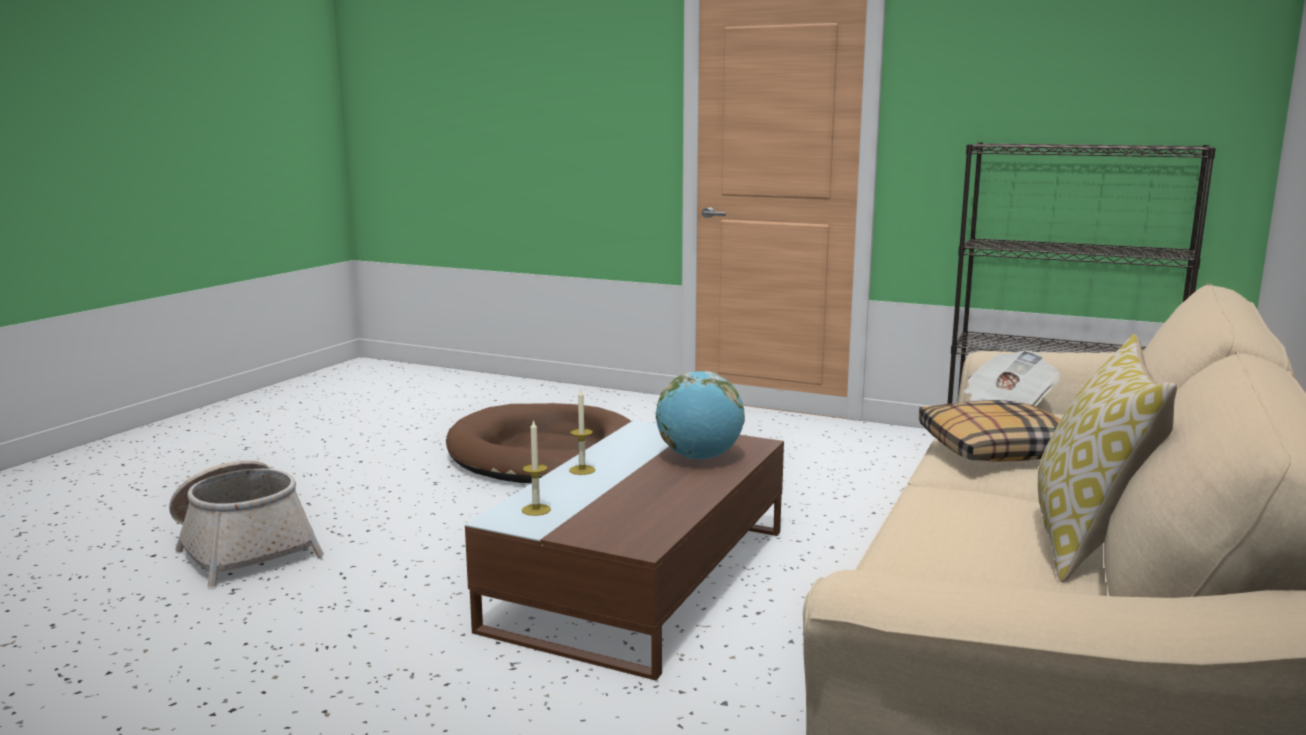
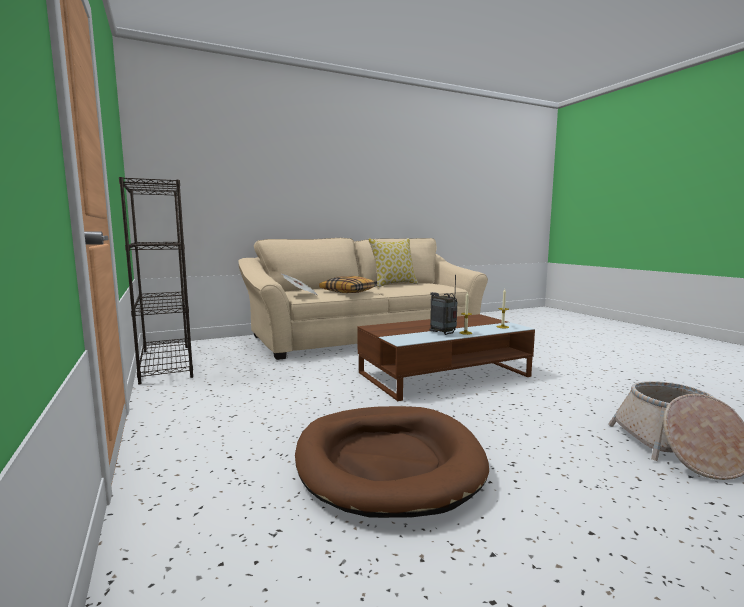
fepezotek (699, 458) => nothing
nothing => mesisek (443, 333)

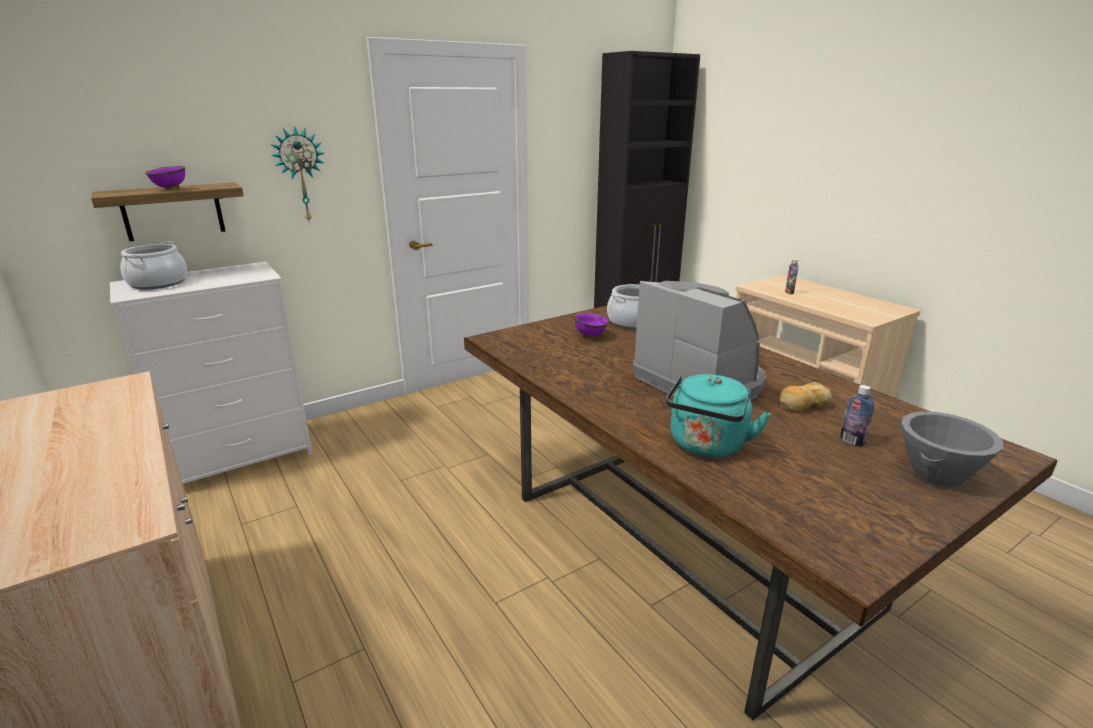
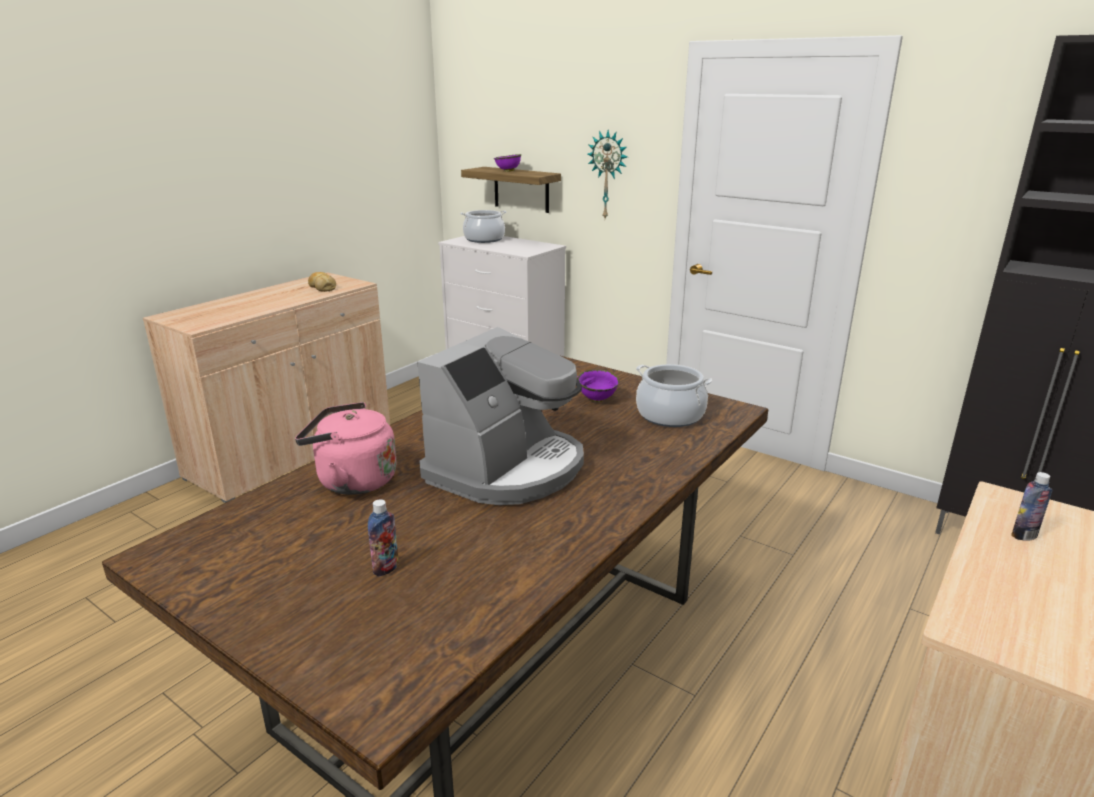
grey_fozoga (938, 475) => nothing
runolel (802, 405) => runolel (322, 287), moved
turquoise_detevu (706, 446) => pink_detevu (352, 481)

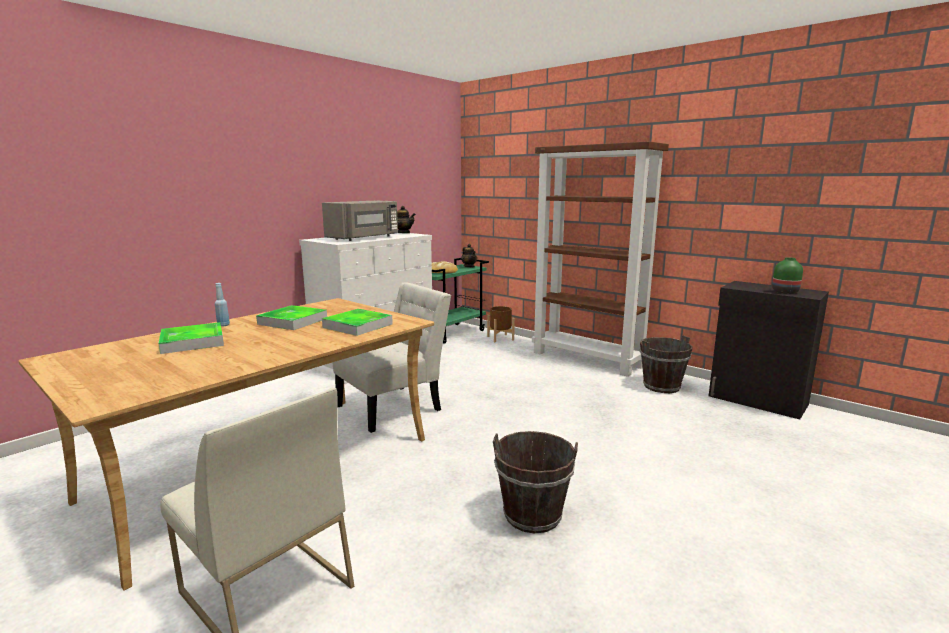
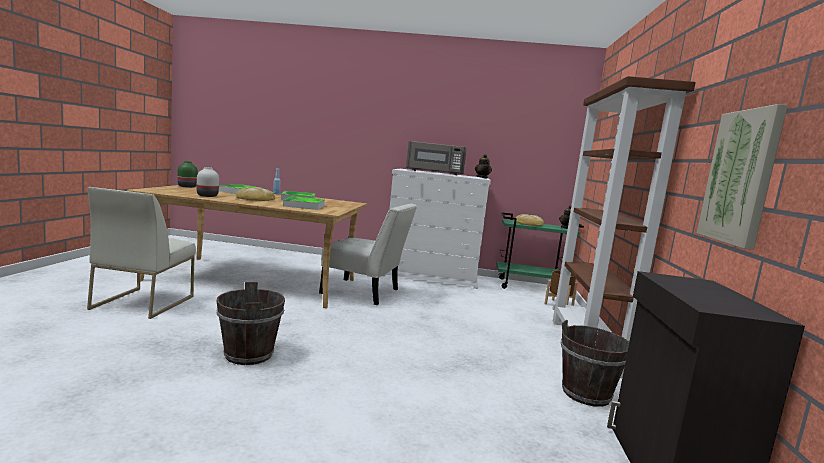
nothing => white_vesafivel (208, 196)
nothing => runolel (255, 198)
nothing => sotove (741, 177)
green_vesafivel (784, 292) => green_vesafivel (187, 186), moved

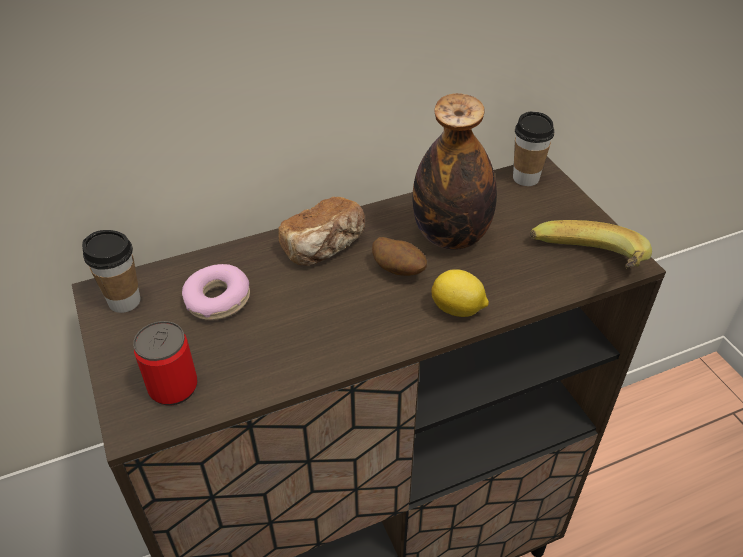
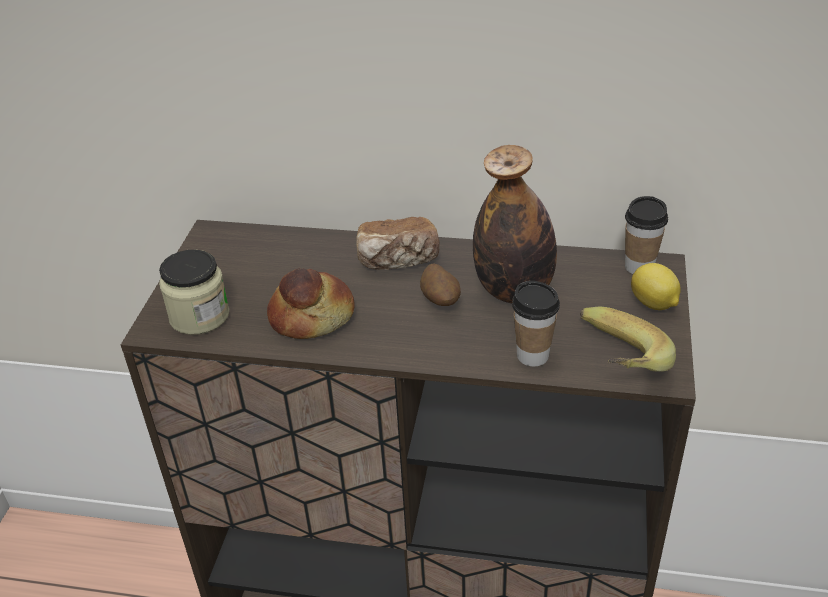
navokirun (217, 300) => nothing
nothing => runolel (312, 317)
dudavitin (124, 301) => dudavitin (532, 355), moved
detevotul (458, 310) => detevotul (653, 304), moved
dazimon (173, 387) => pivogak (199, 316)

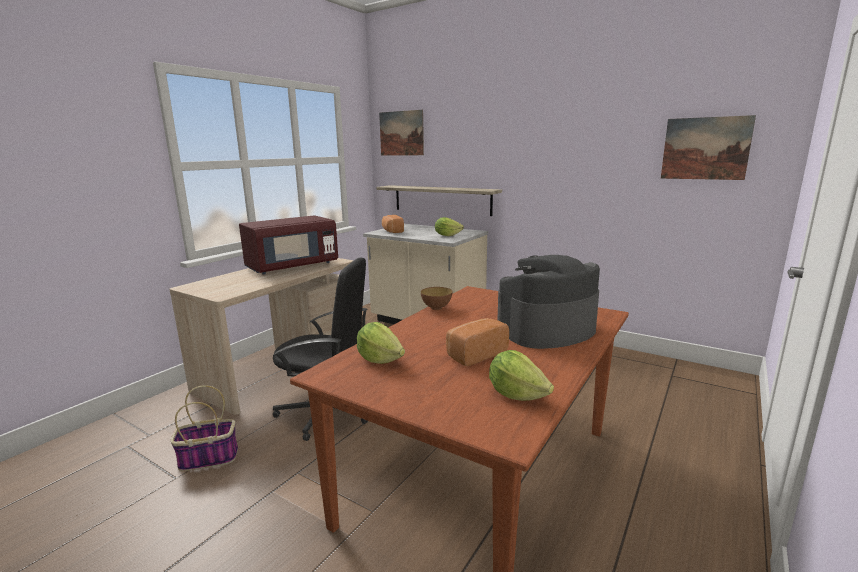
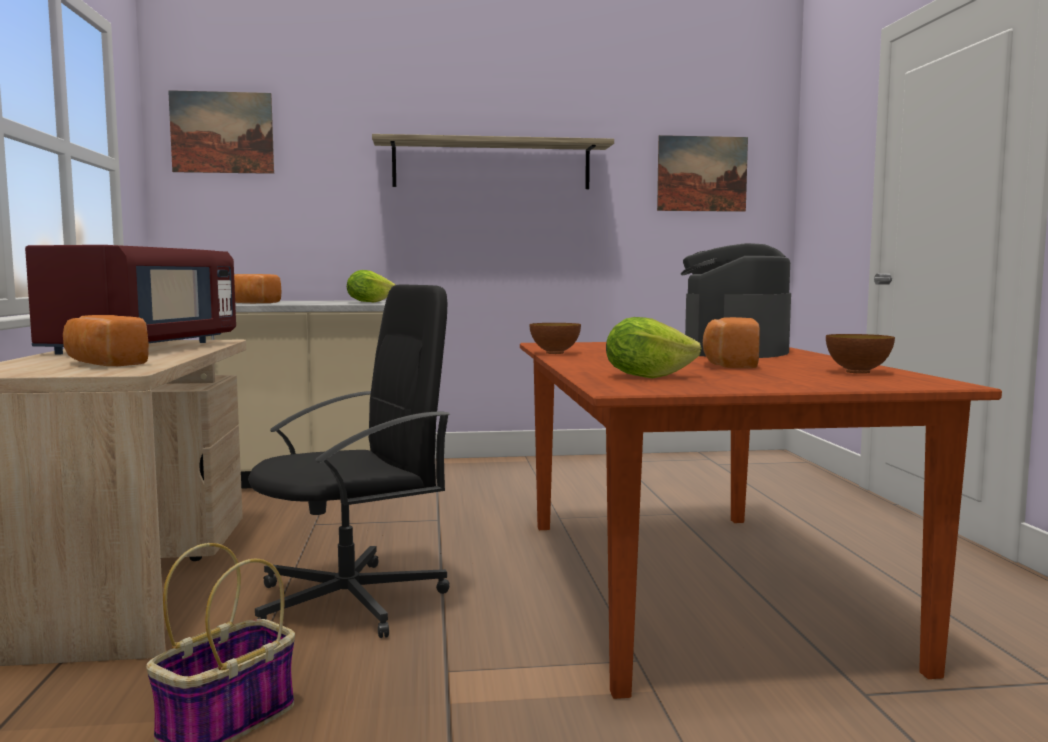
nothing => runolel (103, 364)
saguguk (441, 200) => saguguk (492, 165), moved
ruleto (517, 394) => fozoga (858, 372)

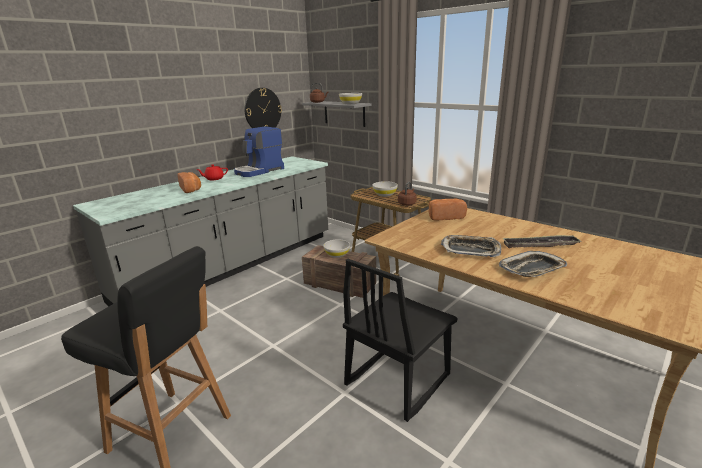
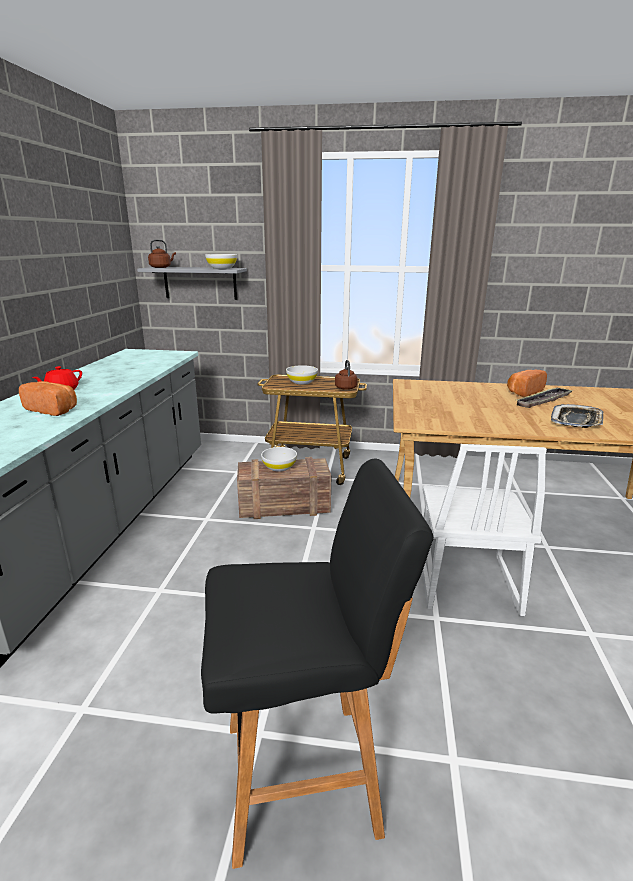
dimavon (259, 171) => nothing
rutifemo (262, 110) => nothing
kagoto (470, 250) => nothing
runolel (445, 217) => runolel (523, 392), moved
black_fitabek (396, 379) => white_fitabek (464, 582)

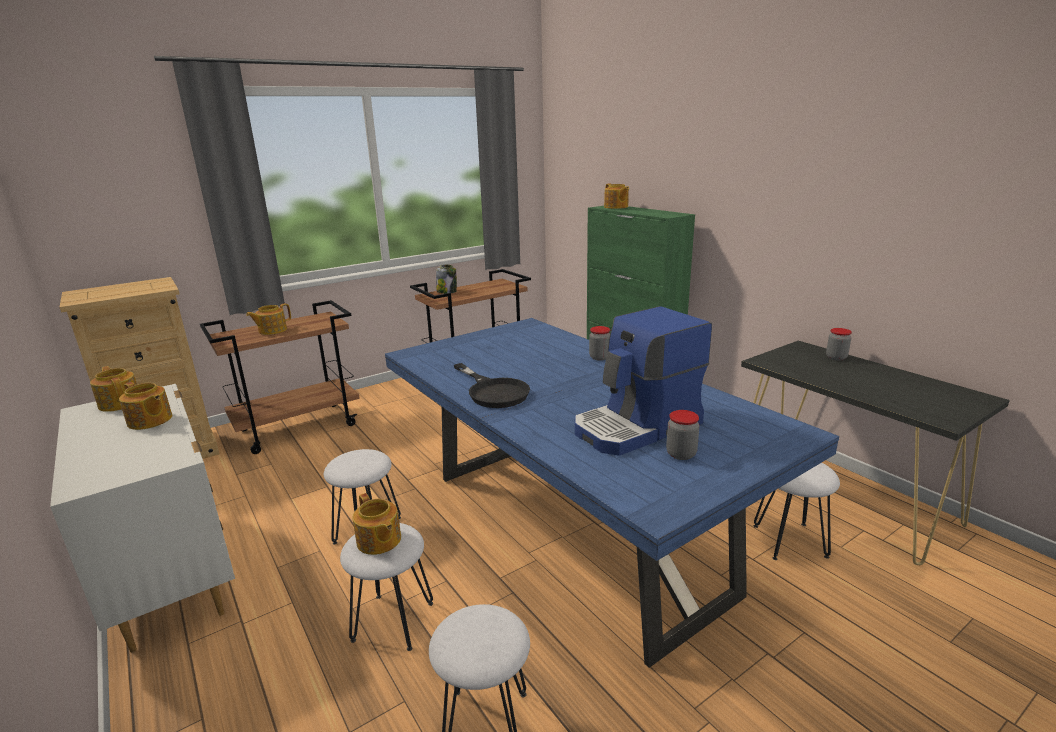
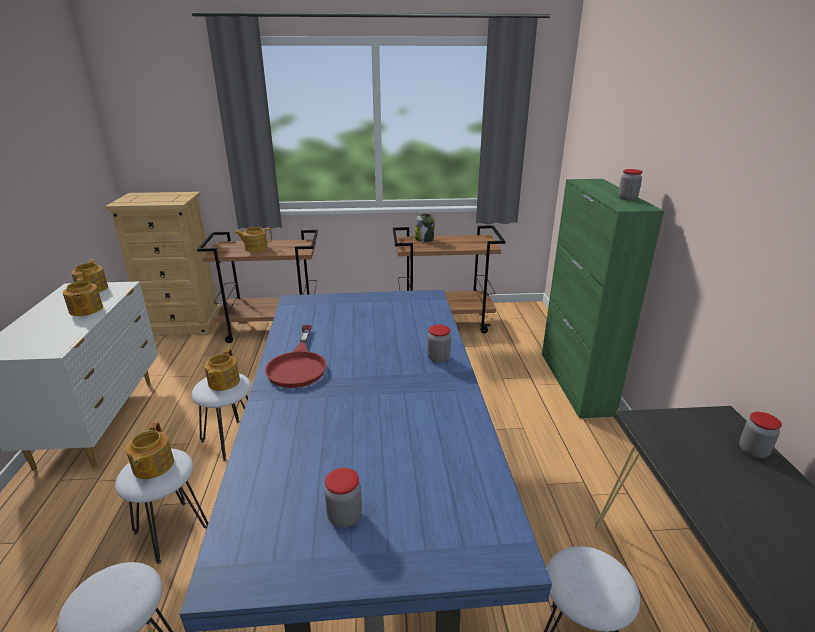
dimavon (638, 427) => nothing
nothing => pivogak (627, 198)
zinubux (616, 207) => zinubux (223, 382), moved
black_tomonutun (493, 391) => red_tomonutun (298, 365)

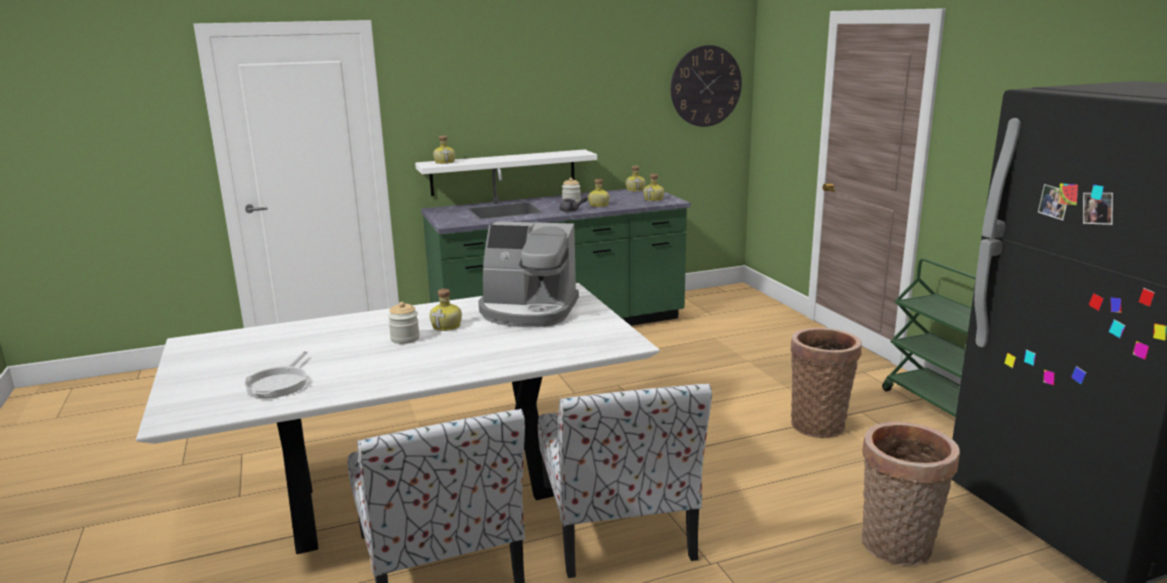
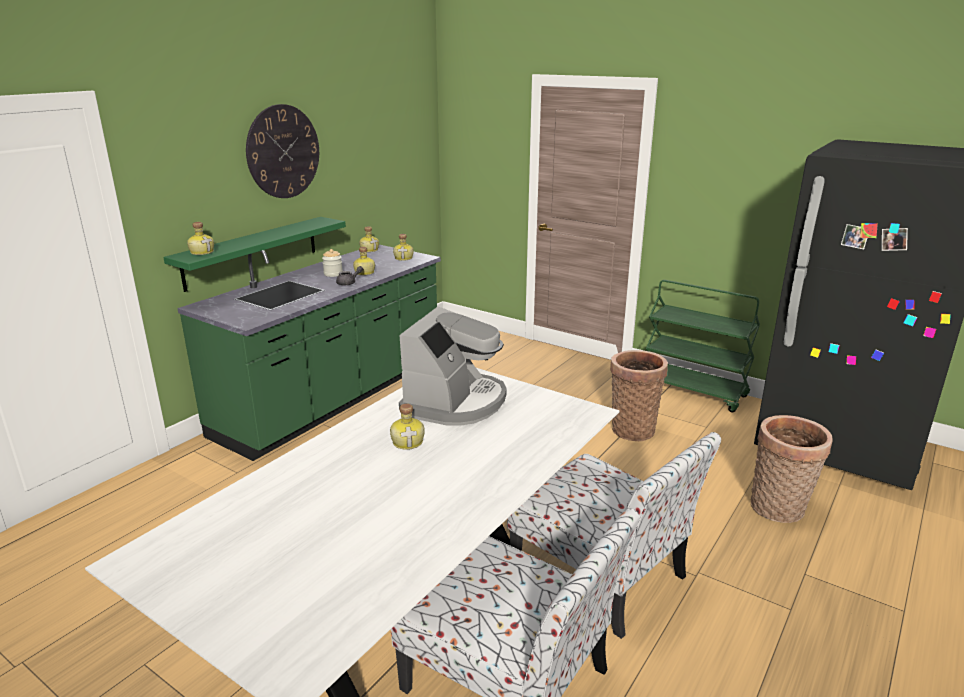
tomonutun (279, 384) => nothing
pivogak (405, 339) => nothing
rutifemo (706, 86) => rutifemo (283, 152), moved
white_saguguk (503, 172) => green_saguguk (252, 252)
dimavon (528, 311) => dimavon (455, 402), 45 degrees counterclockwise

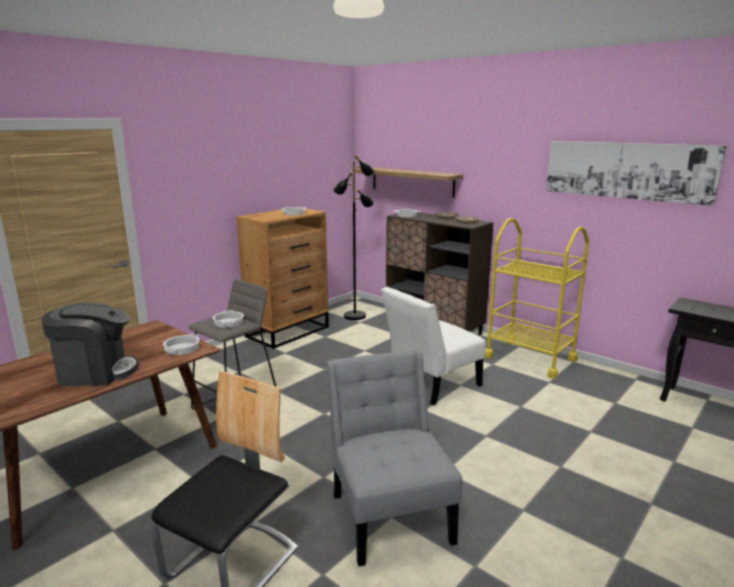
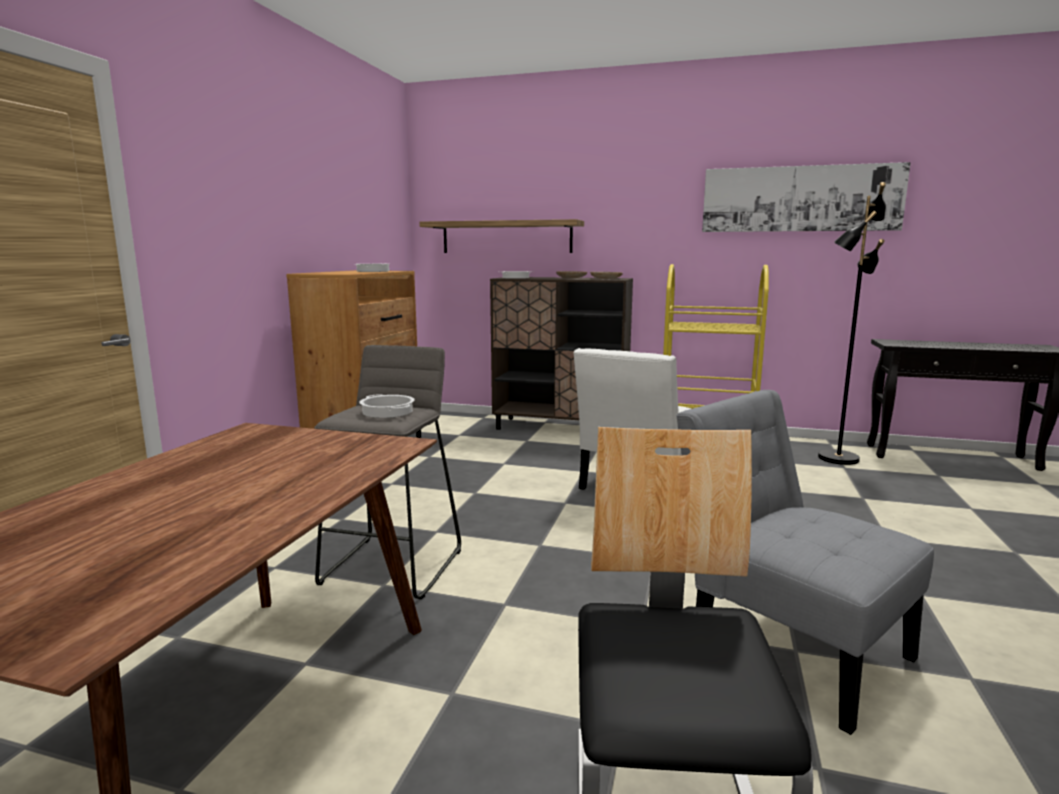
dimavon (96, 372) => nothing
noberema (182, 348) => nothing
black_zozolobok (354, 316) => black_zozolobok (837, 458), moved

